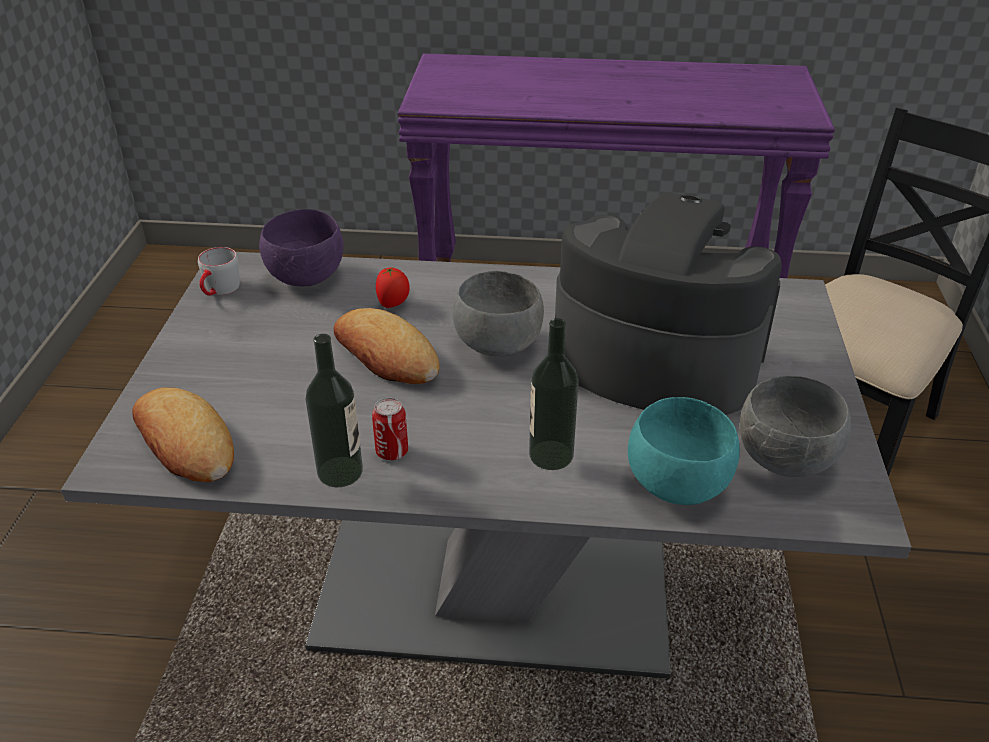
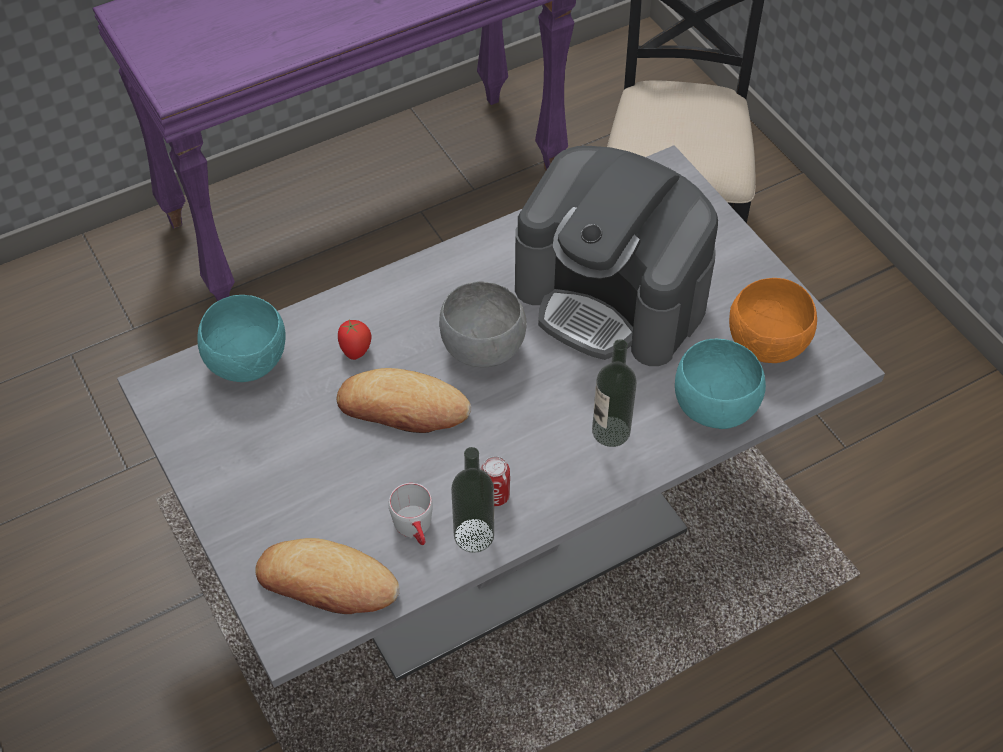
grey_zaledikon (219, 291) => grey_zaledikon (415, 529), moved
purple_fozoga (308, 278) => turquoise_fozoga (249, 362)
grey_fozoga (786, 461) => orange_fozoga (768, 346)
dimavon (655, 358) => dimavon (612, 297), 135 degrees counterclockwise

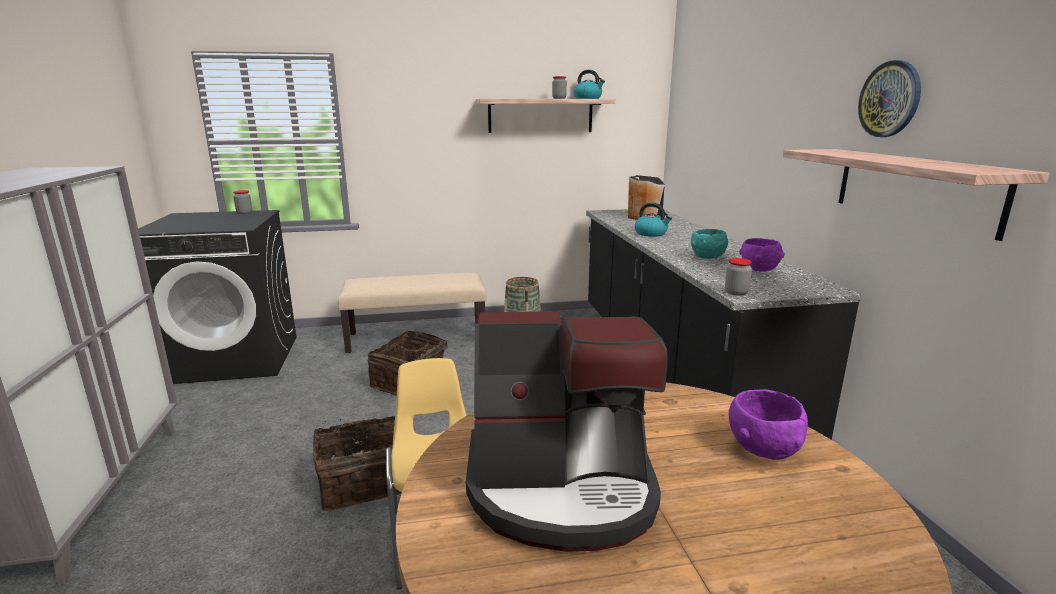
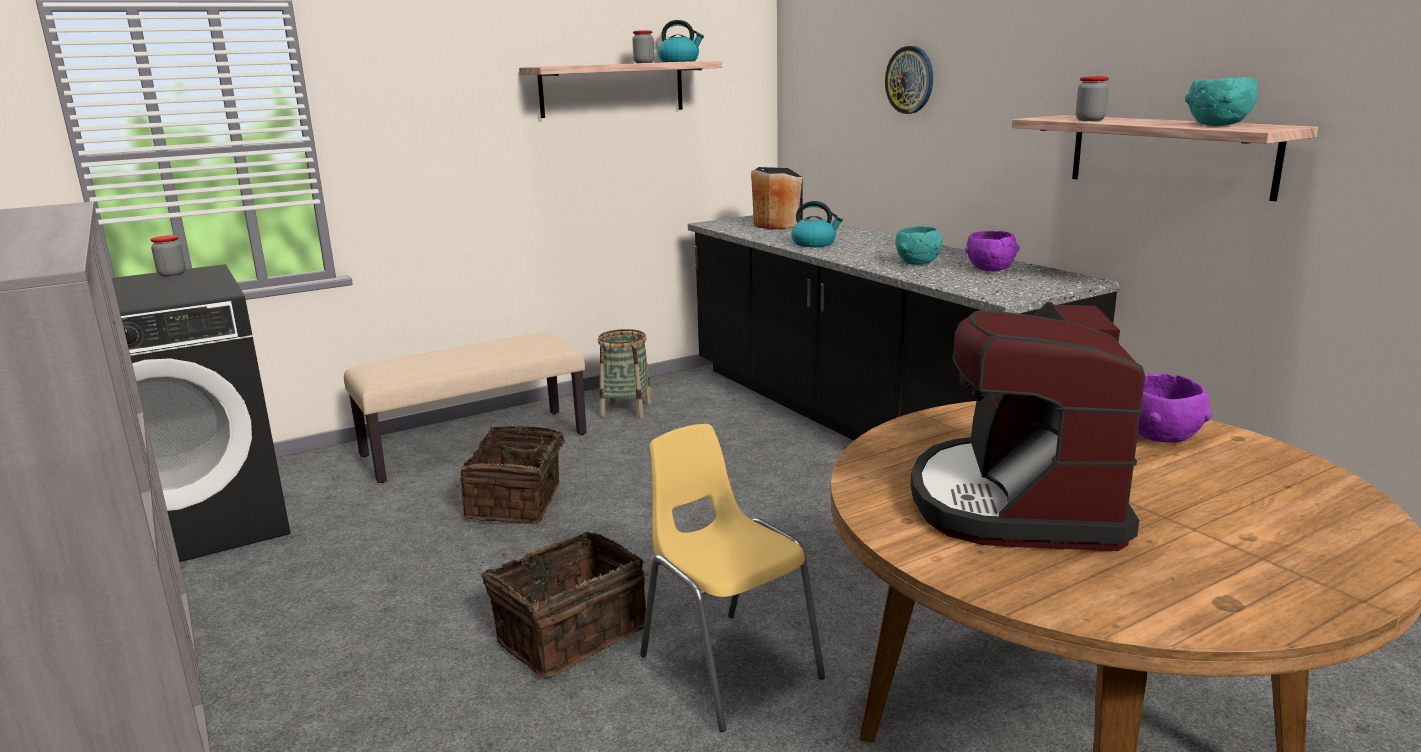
nothing => turquoise_fozoga (1219, 125)
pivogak (736, 292) => pivogak (1090, 120), moved
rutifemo (890, 99) => rutifemo (910, 80), moved
dimavon (562, 486) => dimavon (1017, 503), 120 degrees clockwise

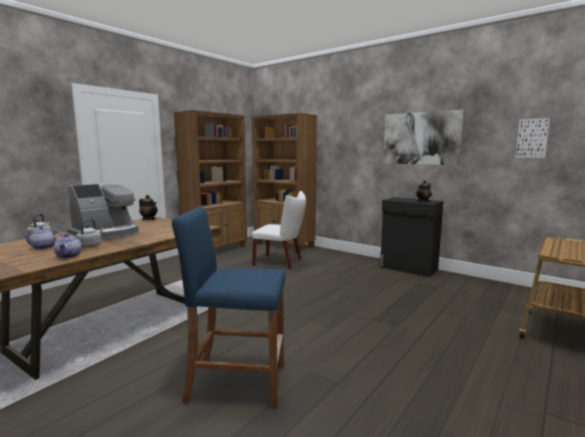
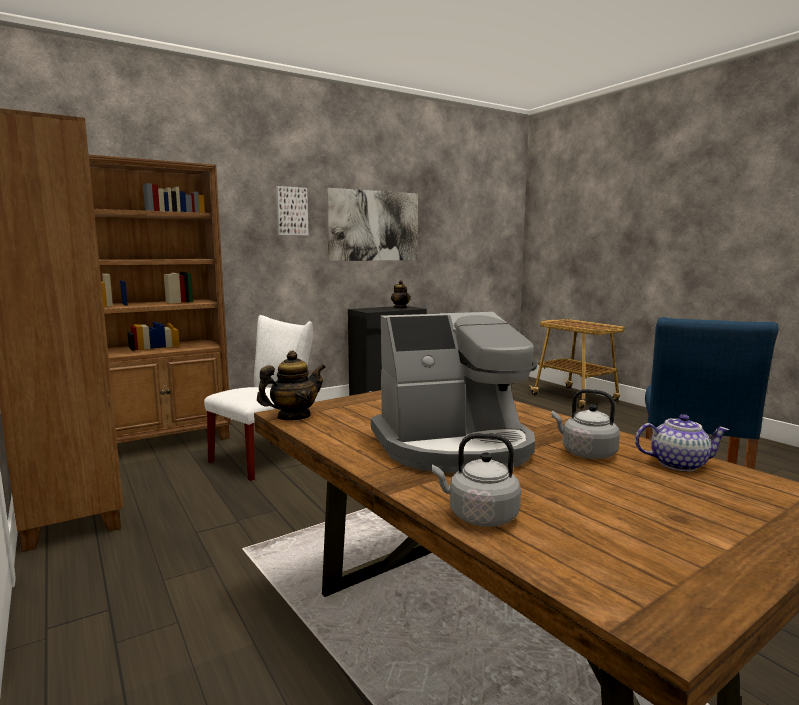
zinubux (43, 247) => nothing
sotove (532, 138) => sotove (291, 211), moved
dimavon (107, 233) => dimavon (454, 446), 105 degrees clockwise

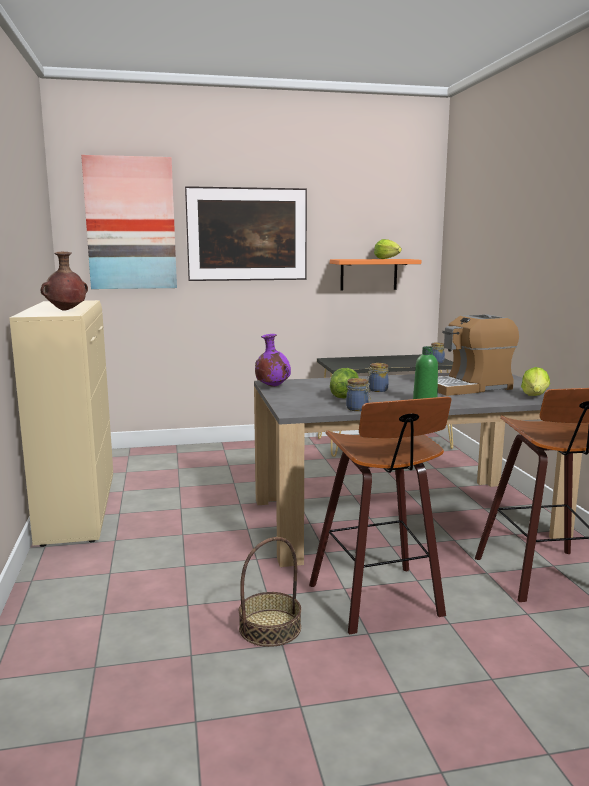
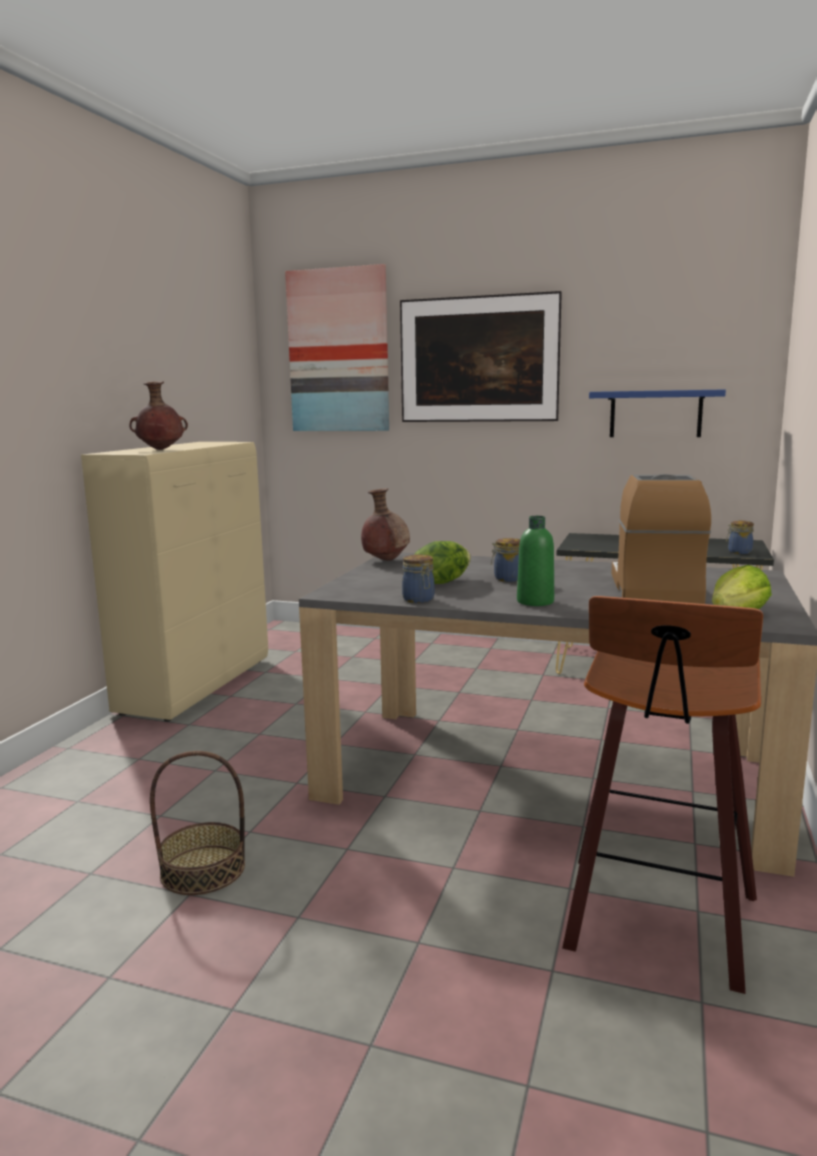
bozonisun (380, 601) => nothing
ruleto (387, 259) => nothing
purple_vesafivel (272, 387) => brown_vesafivel (385, 560)
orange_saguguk (368, 274) => blue_saguguk (655, 414)
dimavon (468, 387) => dimavon (654, 590), 90 degrees clockwise

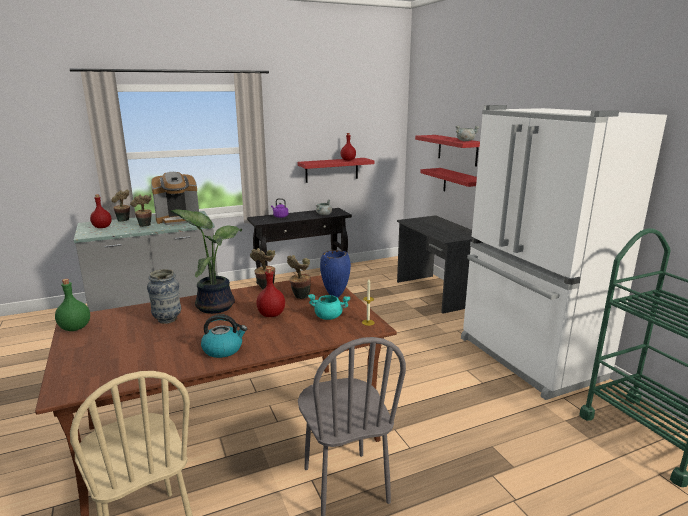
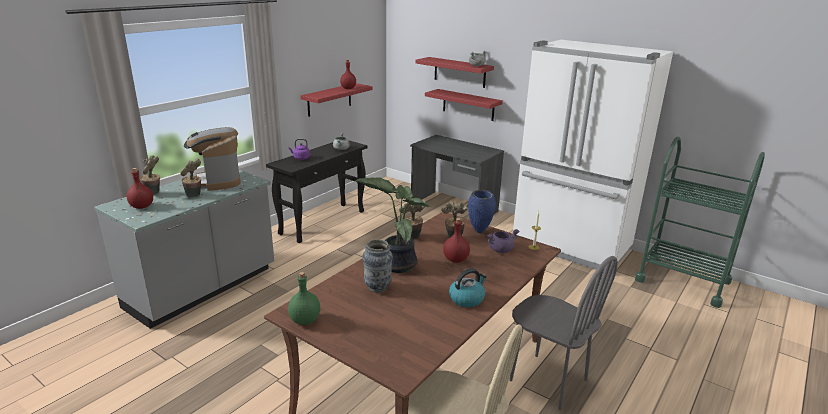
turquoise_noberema (329, 317) => purple_noberema (500, 250)
dimavon (178, 219) => dimavon (218, 181), 120 degrees clockwise

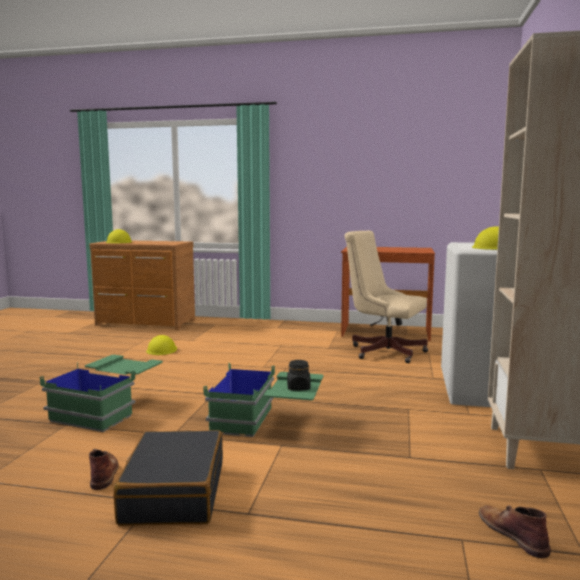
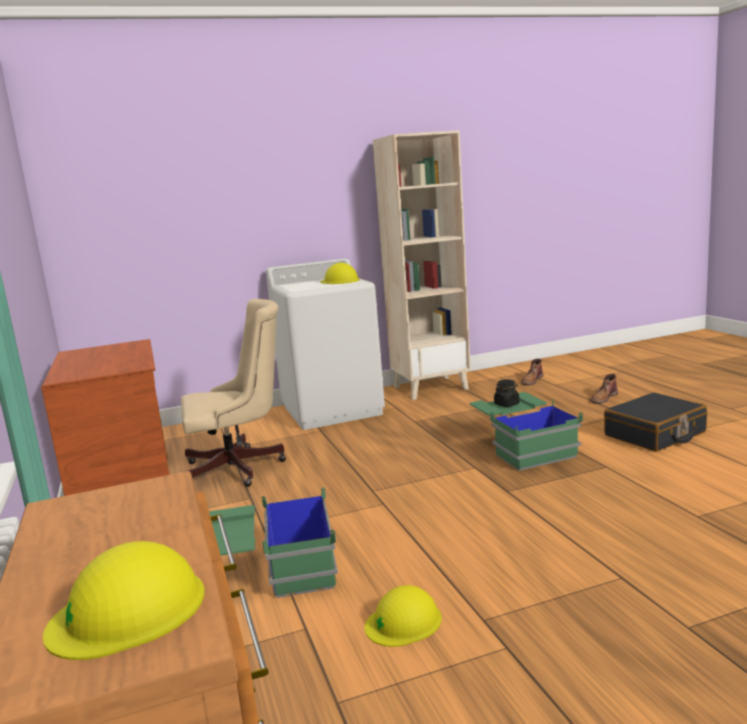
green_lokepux (109, 409) => green_lokepux (268, 574), moved
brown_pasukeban (103, 473) => brown_pasukeban (603, 398), moved
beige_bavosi (383, 351) => beige_bavosi (240, 468), 105 degrees counterclockwise

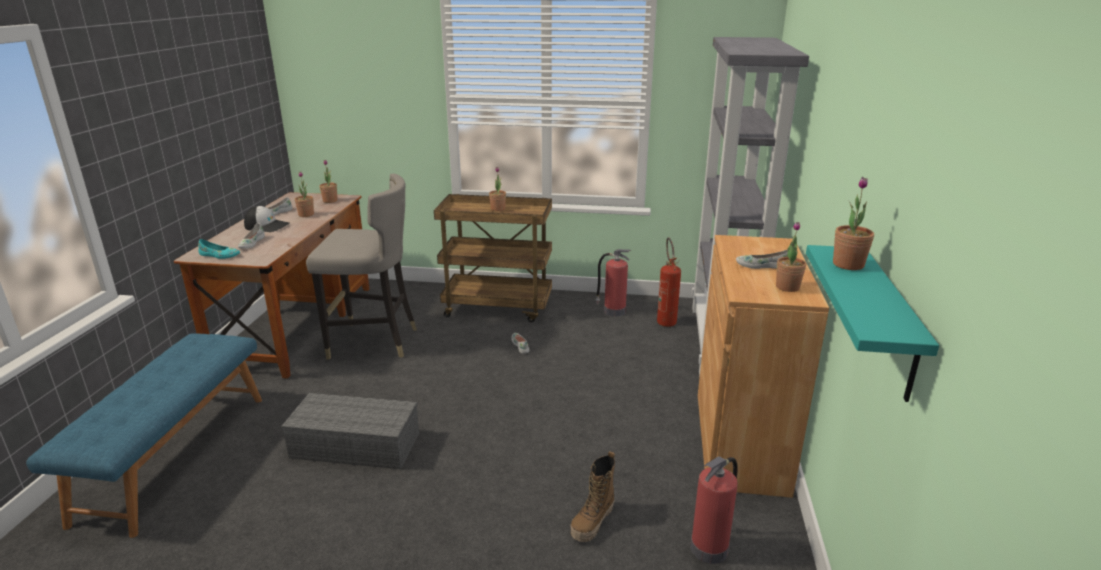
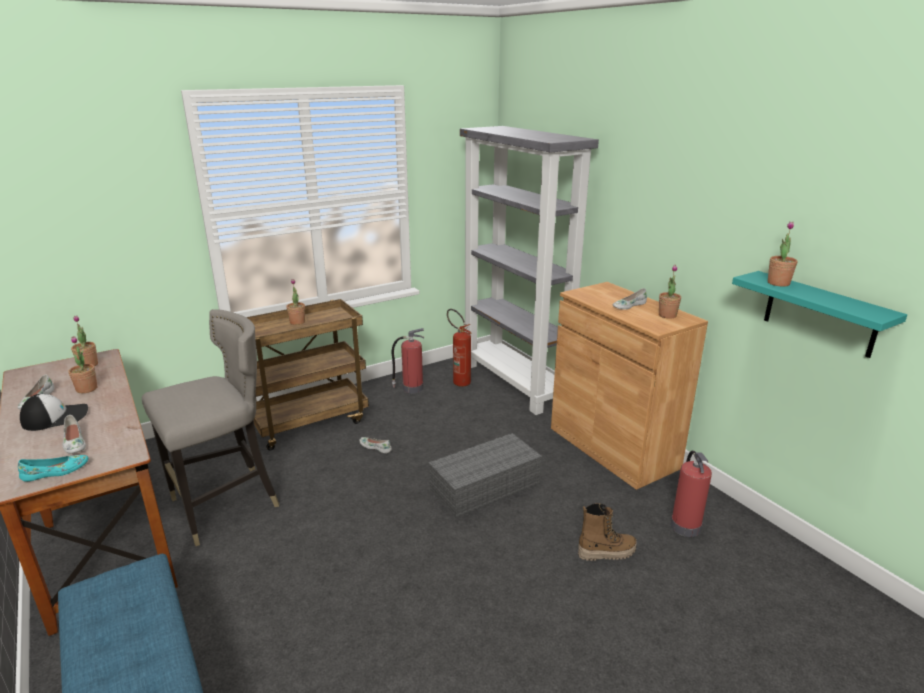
grey_lokepux (358, 444) => grey_lokepux (485, 486), moved
pasukeban (593, 522) => pasukeban (606, 552), 90 degrees counterclockwise

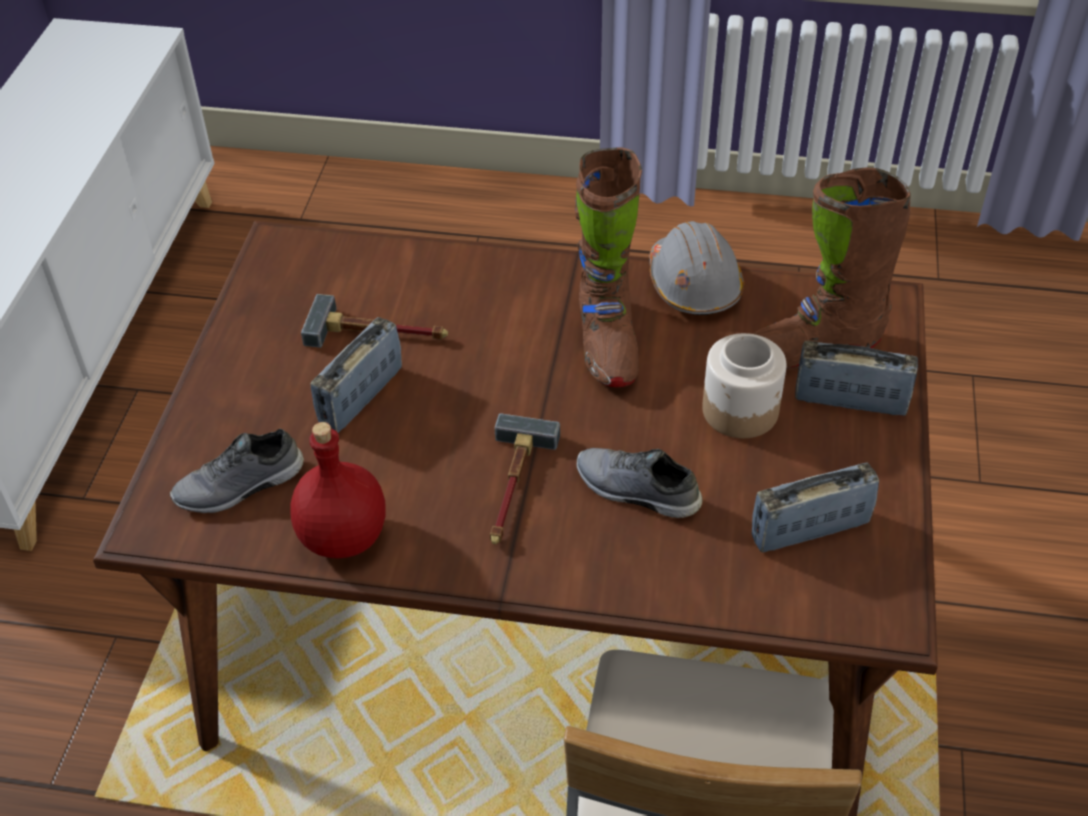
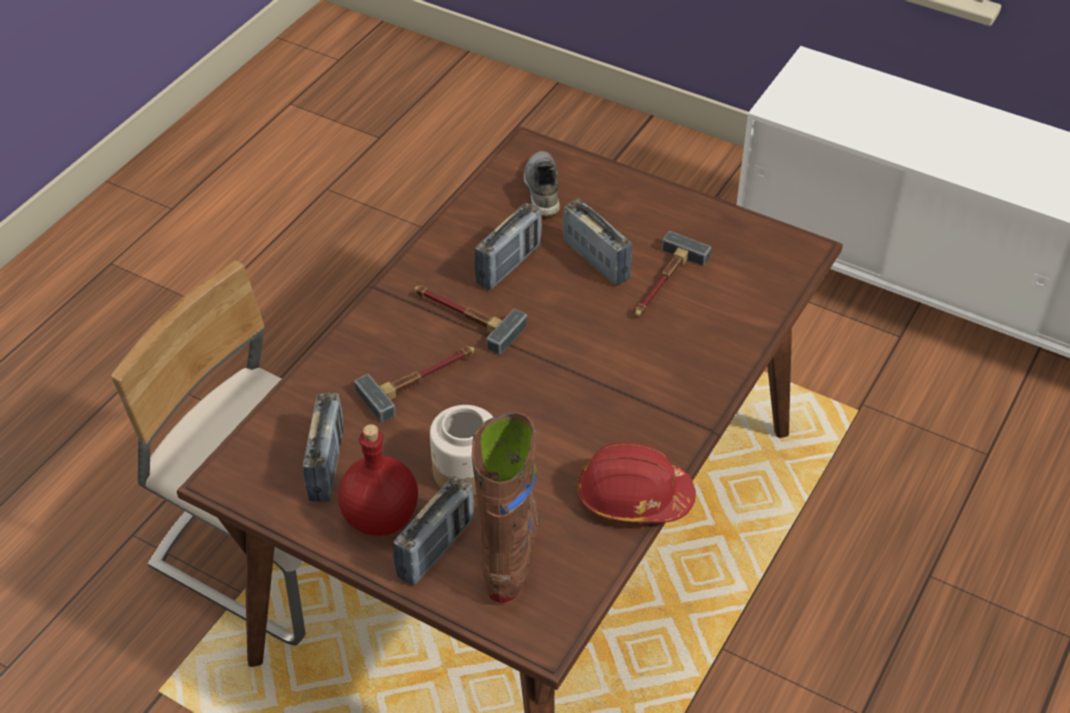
brown_pasukeban (607, 343) => nothing
nothing => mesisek (509, 265)
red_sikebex (342, 536) => red_sikebex (382, 516), moved
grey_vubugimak (636, 491) => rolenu (421, 380)
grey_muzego (694, 284) => red_muzego (633, 497)

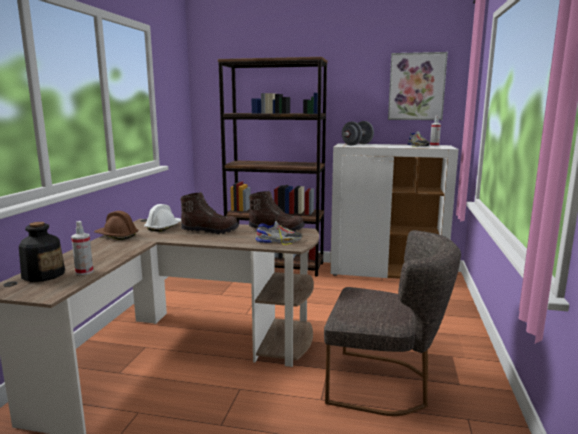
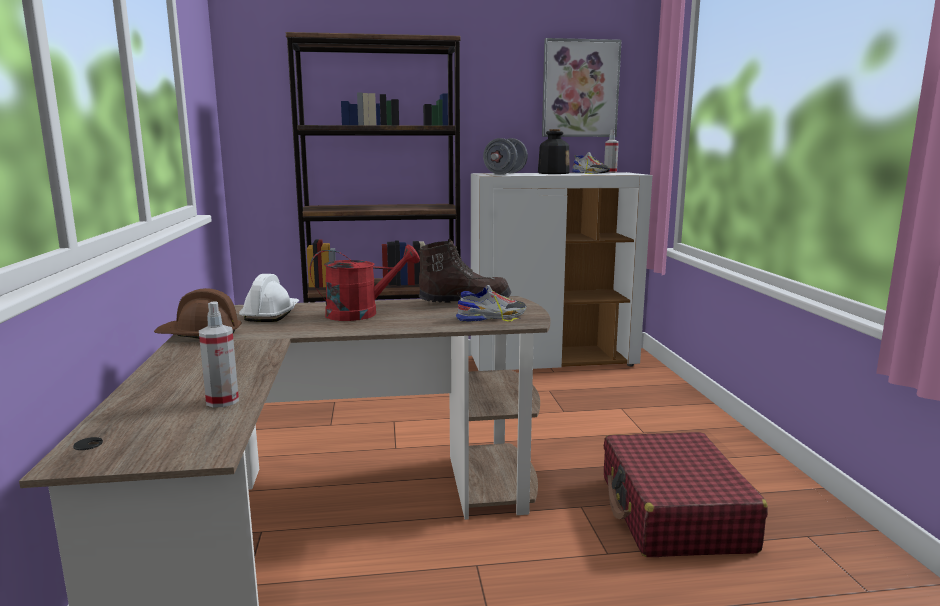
sikebex (43, 275) => sikebex (553, 173), moved
brown_pasukeban (210, 231) => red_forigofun (361, 313)
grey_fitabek (385, 385) => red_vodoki (674, 513)

